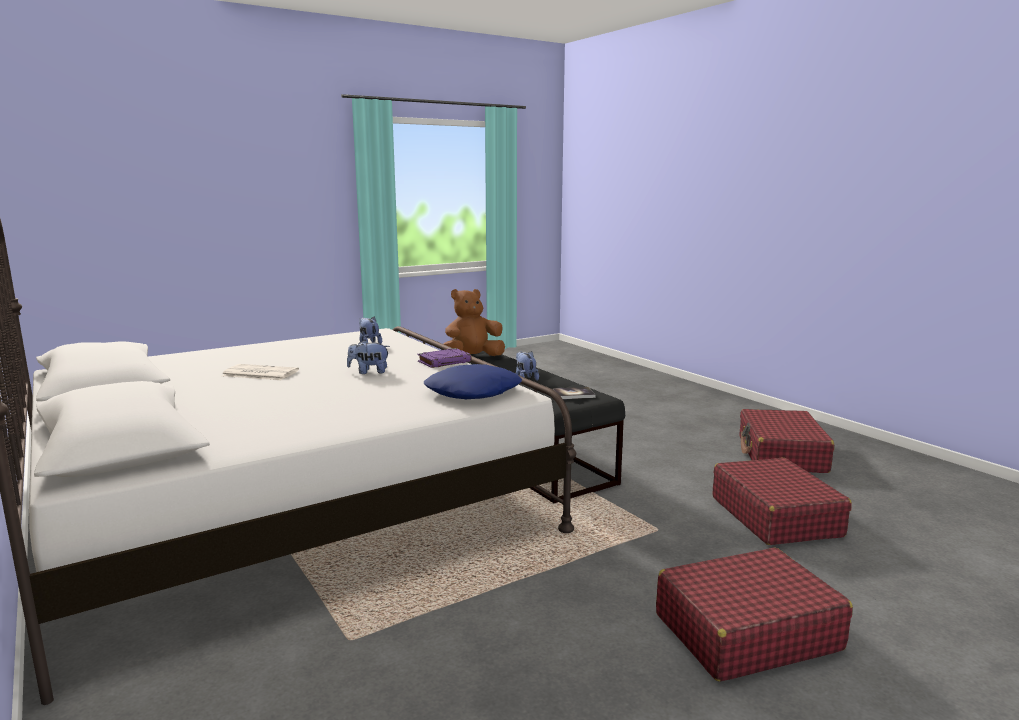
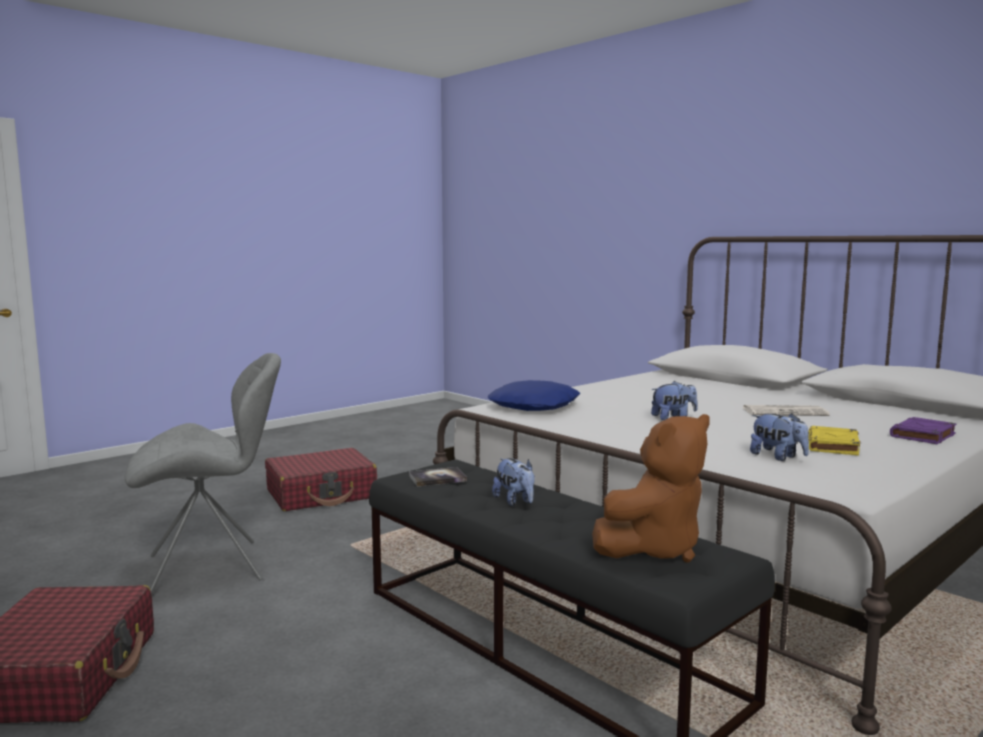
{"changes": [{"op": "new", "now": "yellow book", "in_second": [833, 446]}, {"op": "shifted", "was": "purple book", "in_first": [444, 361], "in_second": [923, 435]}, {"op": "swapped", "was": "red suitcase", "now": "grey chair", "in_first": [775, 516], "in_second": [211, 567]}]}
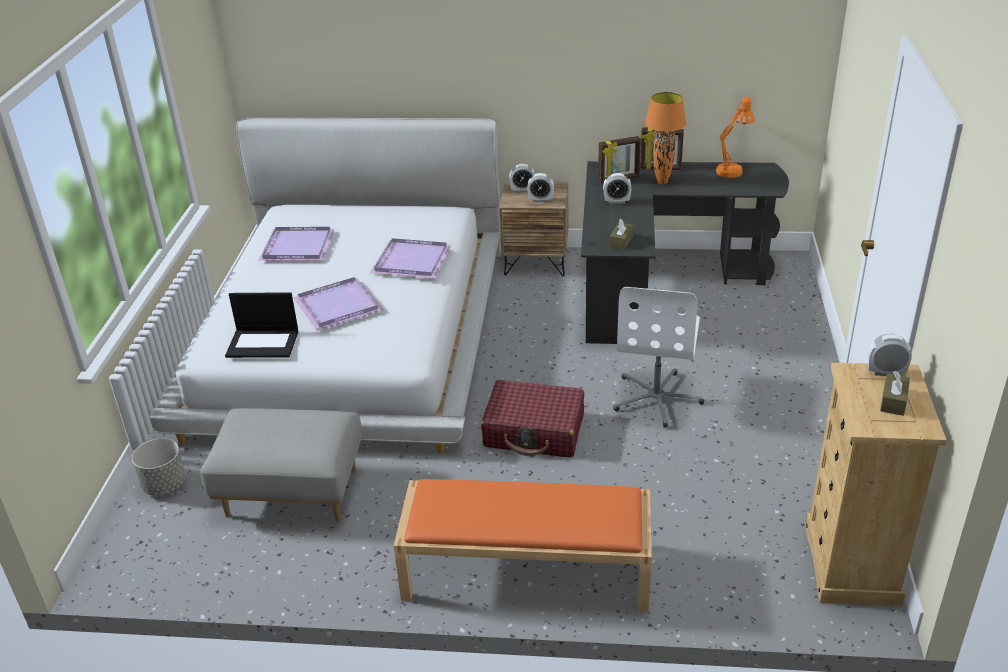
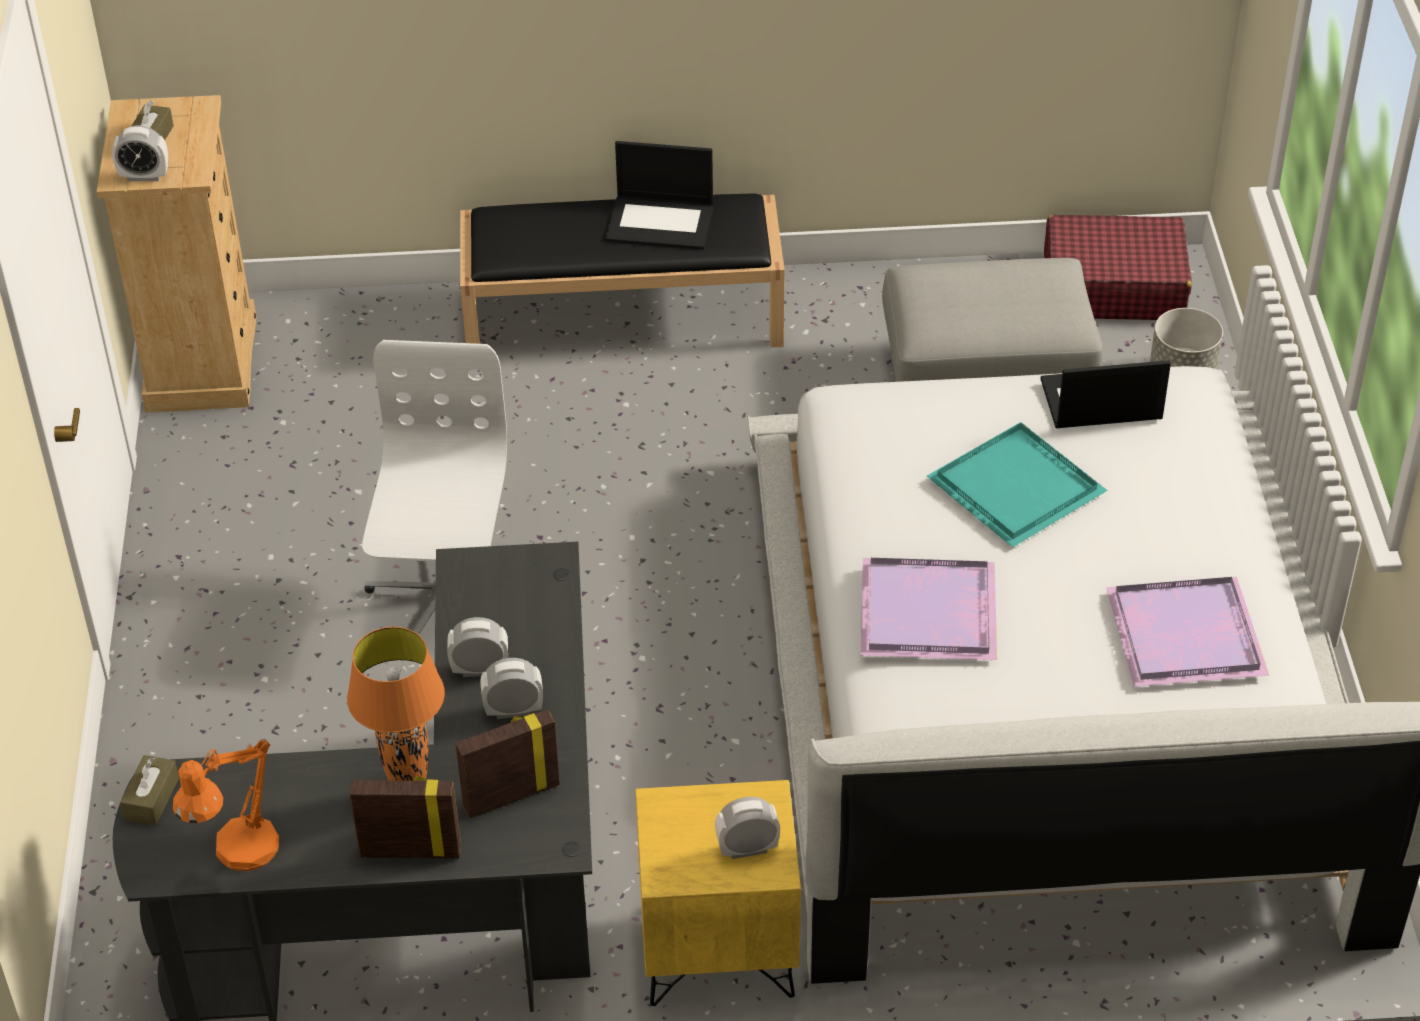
{"changes": [{"op": "new", "now": "laptop", "in_second": [661, 222]}, {"op": "shifted", "was": "red suitcase", "in_first": [534, 431], "in_second": [1113, 286]}, {"op": "shifted", "was": "alarm clock", "in_first": [540, 200], "in_second": [480, 669]}, {"op": "shifted", "was": "brown tissue box", "in_first": [621, 241], "in_second": [152, 799]}, {"op": "repainted", "was": "purple tray", "now": "turquoise tray", "in_first": [340, 306], "in_second": [1012, 487]}, {"op": "repainted", "was": "orange bench", "now": "black bench", "in_first": [525, 572], "in_second": [625, 315]}, {"op": "repainted", "was": "brown nightstand", "now": "yellow nightstand", "in_first": [536, 262], "in_second": [718, 952]}]}
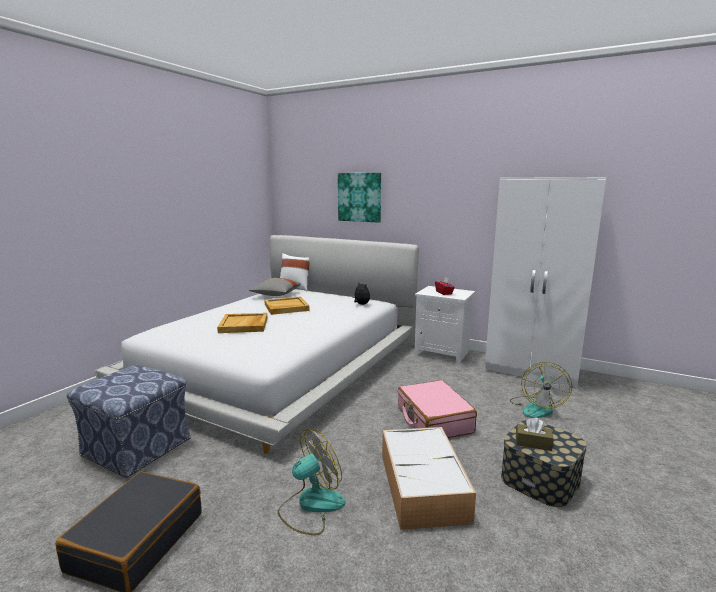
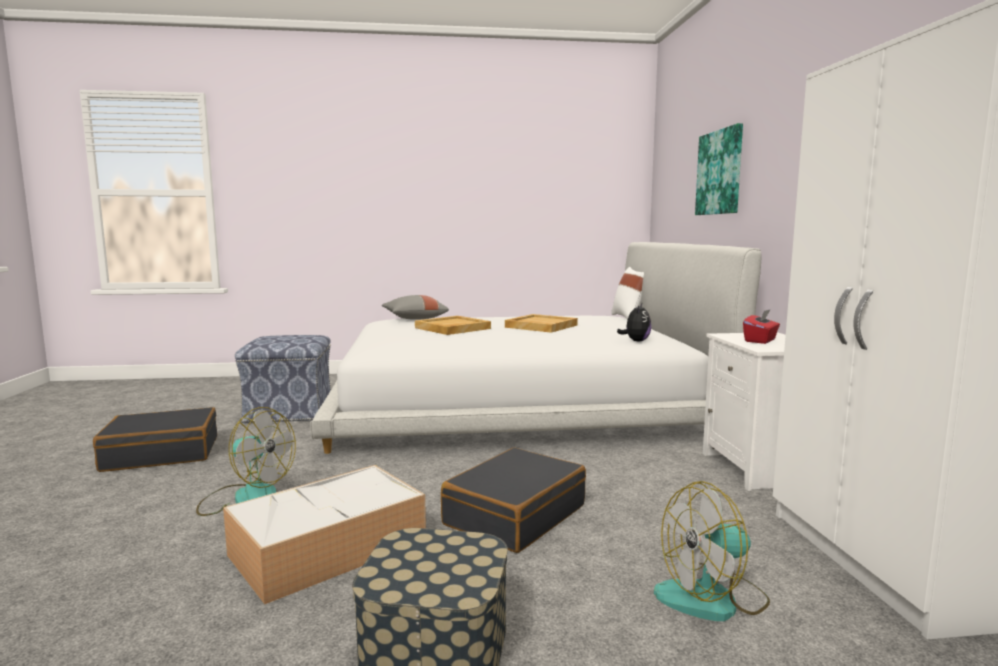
{"changes": [{"op": "gone", "was": "brown tissue box", "in_first": [533, 443]}, {"op": "shifted", "was": "grey pillow", "in_first": [275, 295], "in_second": [414, 319]}, {"op": "repainted", "was": "pink suitcase", "now": "black suitcase", "in_first": [433, 420], "in_second": [514, 515]}]}
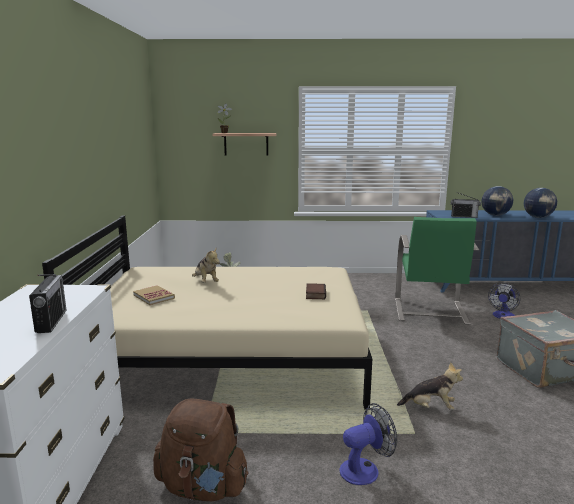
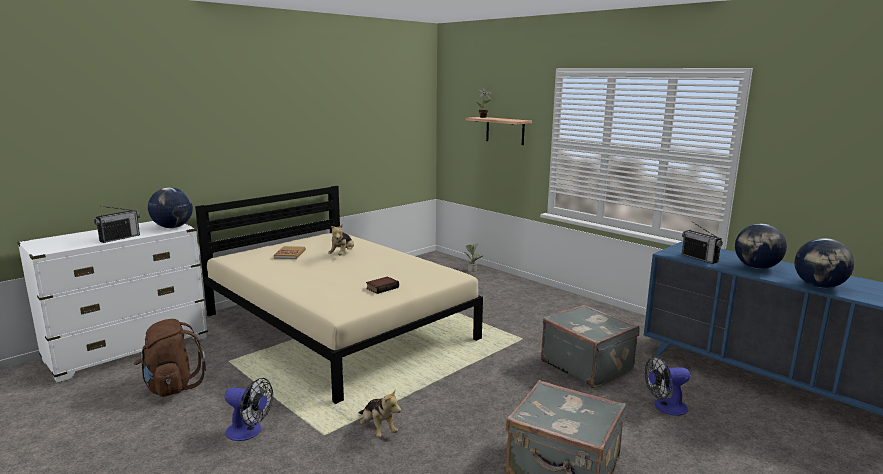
{"changes": [{"op": "new", "now": "globe", "in_second": [173, 227]}, {"op": "swapped", "was": "green armchair", "now": "grey suitcase", "in_first": [430, 311], "in_second": [587, 366]}]}
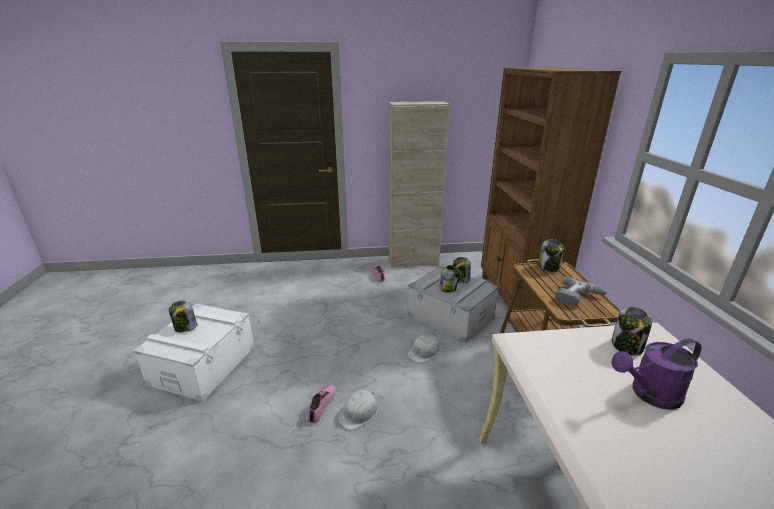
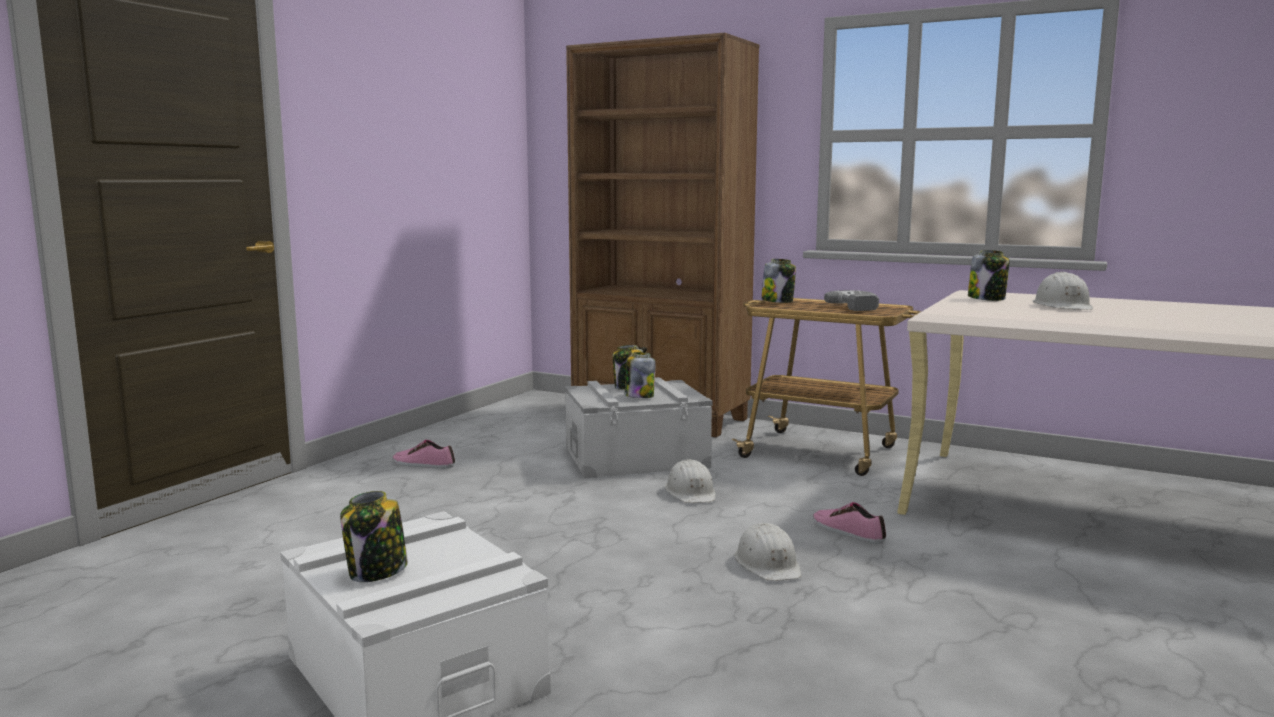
{"changes": [{"op": "gone", "was": "beige cabinet", "in_first": [413, 261]}, {"op": "shifted", "was": "shoe", "in_first": [322, 405], "in_second": [848, 531]}, {"op": "swapped", "was": "purple watering can", "now": "white hard hat", "in_first": [649, 395], "in_second": [1063, 306]}]}
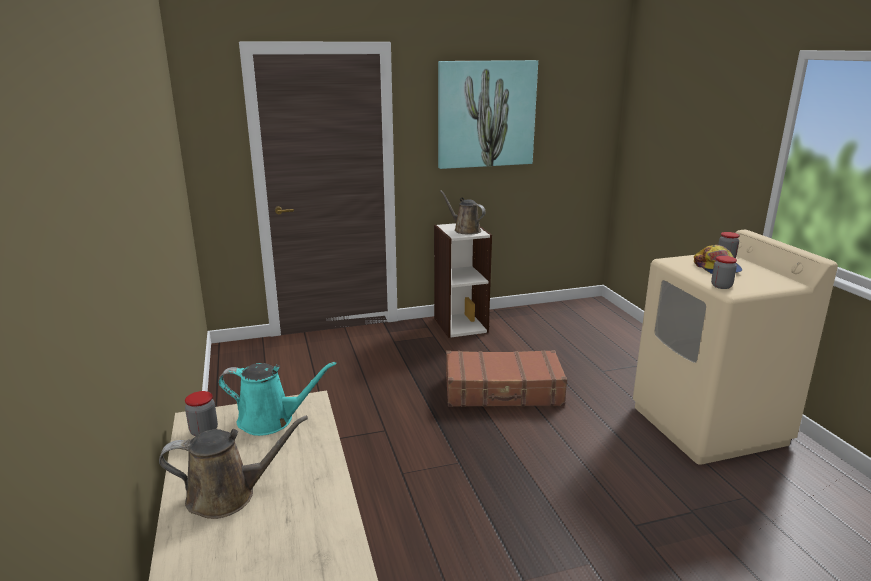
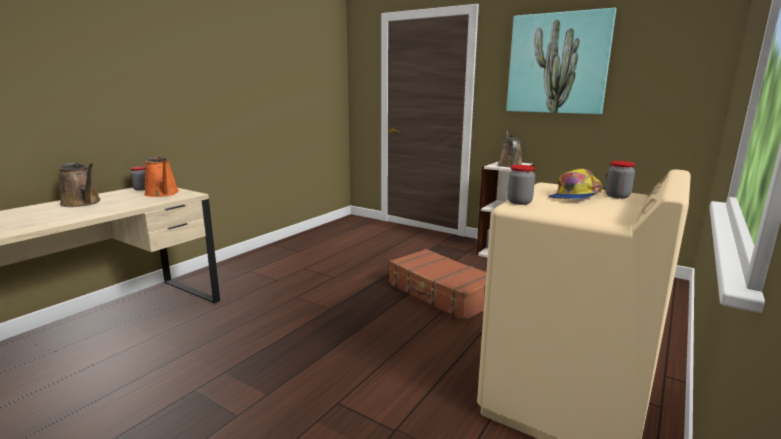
{"changes": [{"op": "repainted", "was": "turquoise watering can", "now": "orange watering can", "in_first": [271, 420], "in_second": [162, 194]}]}
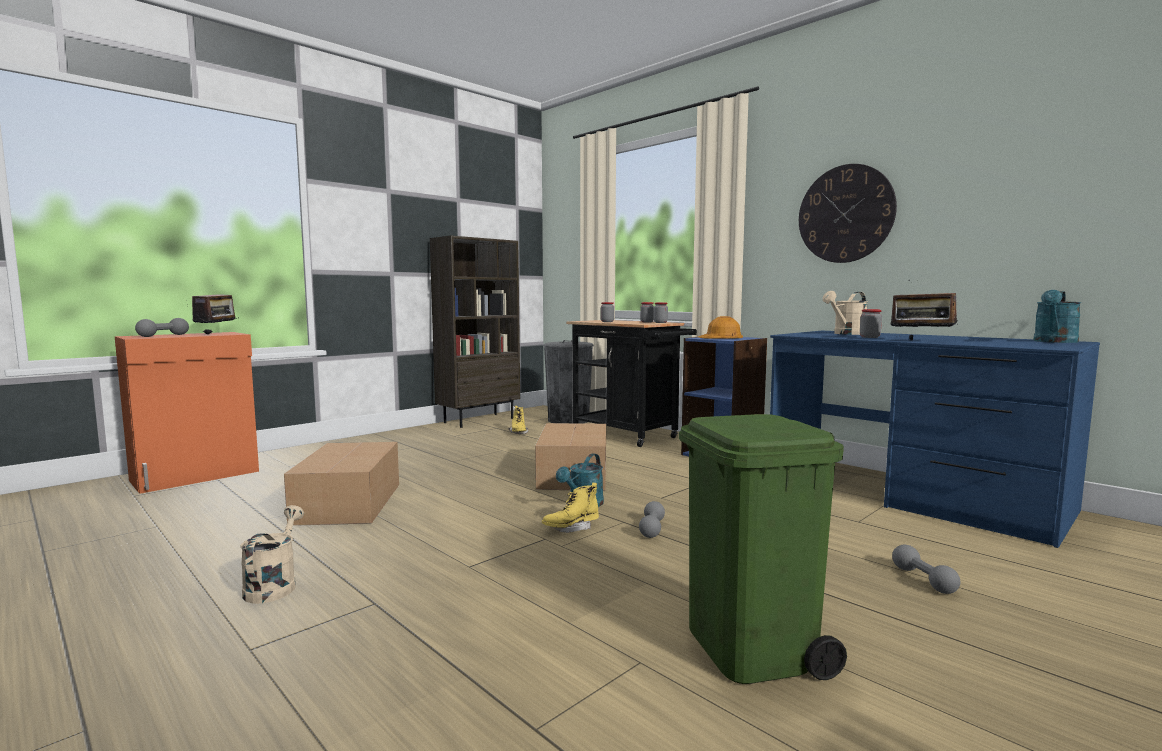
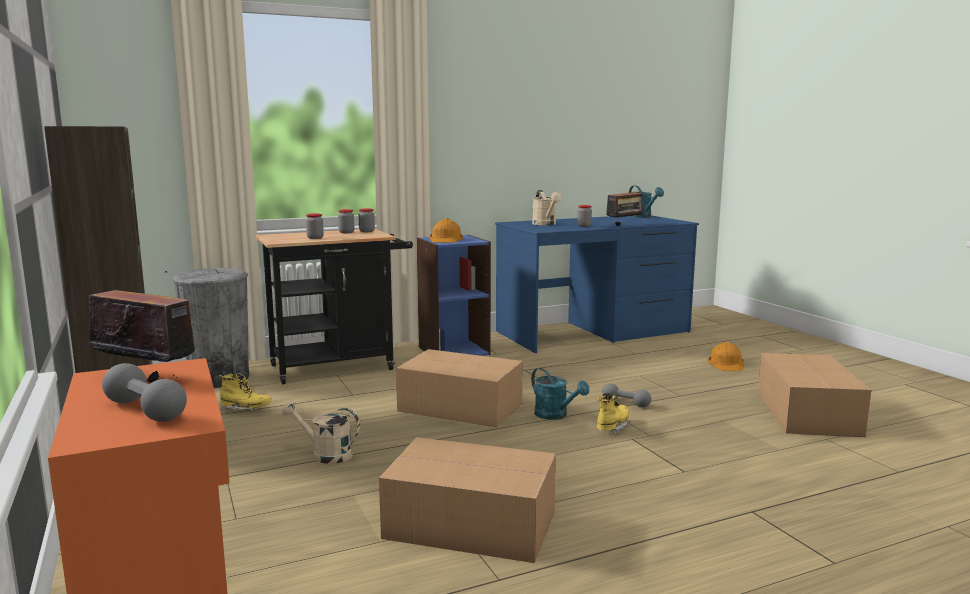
{"changes": [{"op": "gone", "was": "wall clock", "in_first": [845, 214]}, {"op": "shifted", "was": "beige watering can", "in_first": [274, 585], "in_second": [325, 454]}, {"op": "swapped", "was": "green trash can", "now": "cardboard box", "in_first": [752, 649], "in_second": [807, 413]}, {"op": "swapped", "was": "grey dumbbell", "now": "orange hard hat", "in_first": [923, 580], "in_second": [726, 363]}, {"op": "rotated", "was": "yellow boot", "in_first": [571, 528], "in_second": [612, 427], "clockwise": -135}]}
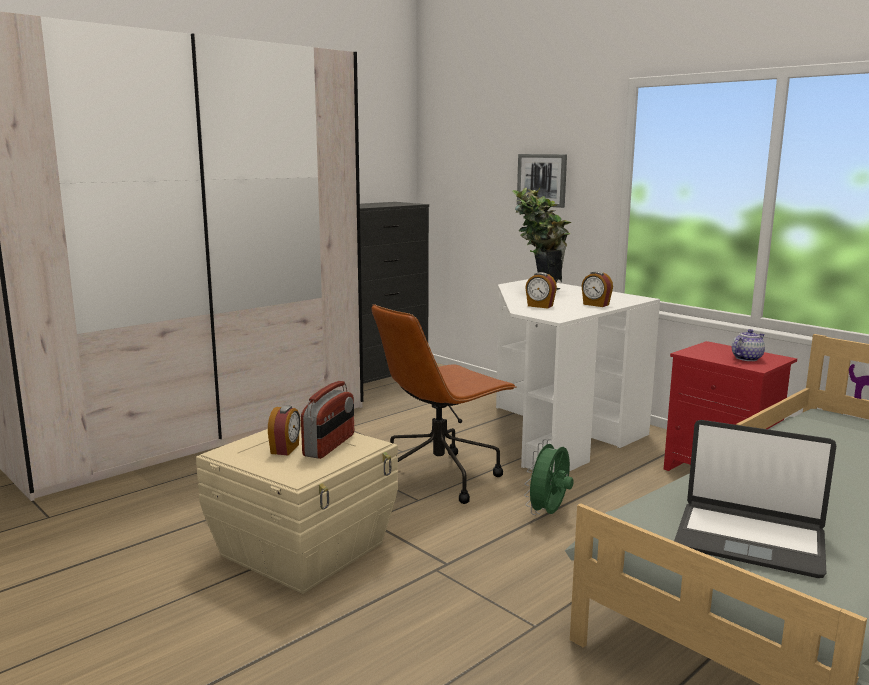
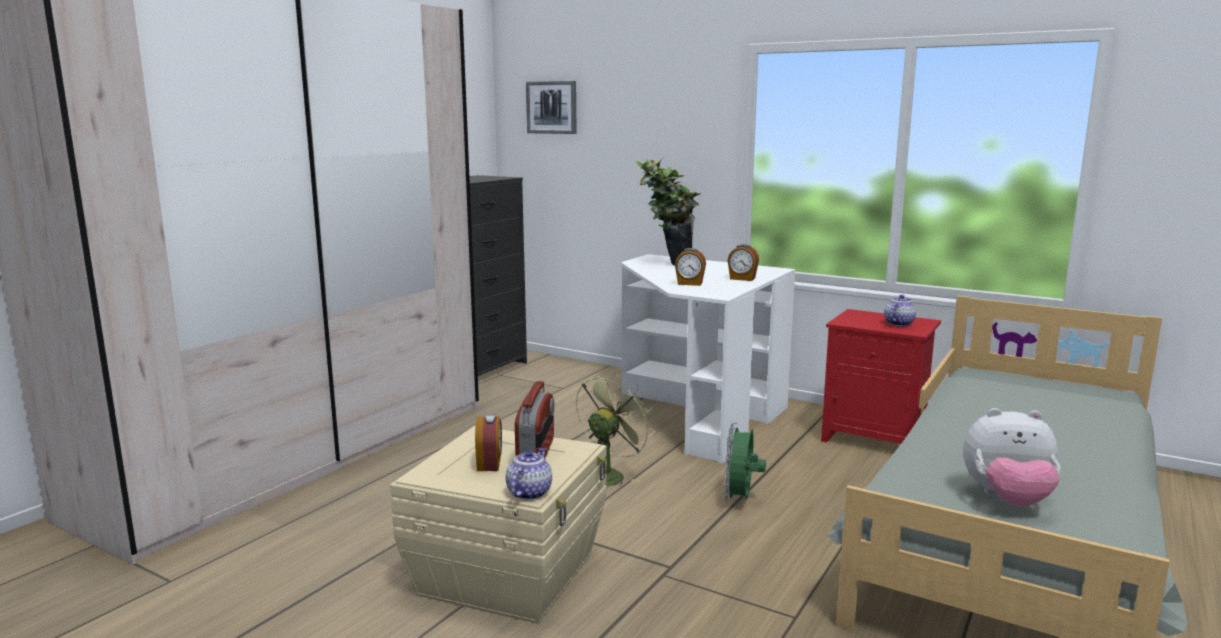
{"changes": [{"op": "new", "now": "teapot", "in_second": [529, 492]}, {"op": "shifted", "was": "picture", "in_first": [542, 180], "in_second": [552, 107]}, {"op": "swapped", "was": "brown office chair", "now": "green fan", "in_first": [440, 476], "in_second": [608, 475]}, {"op": "swapped", "was": "laptop", "now": "plush toy", "in_first": [749, 540], "in_second": [1007, 500]}]}
